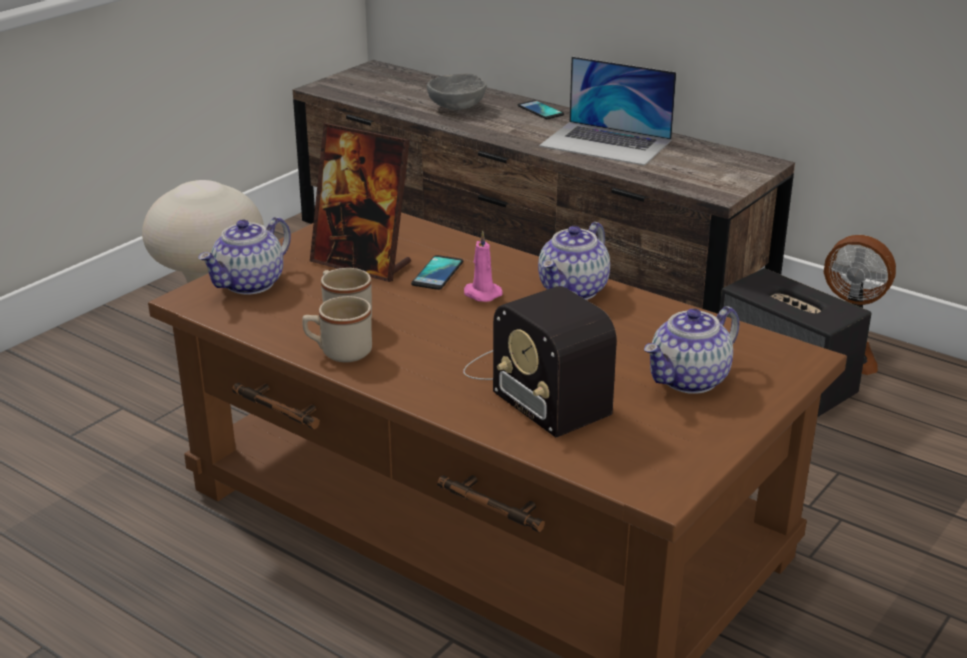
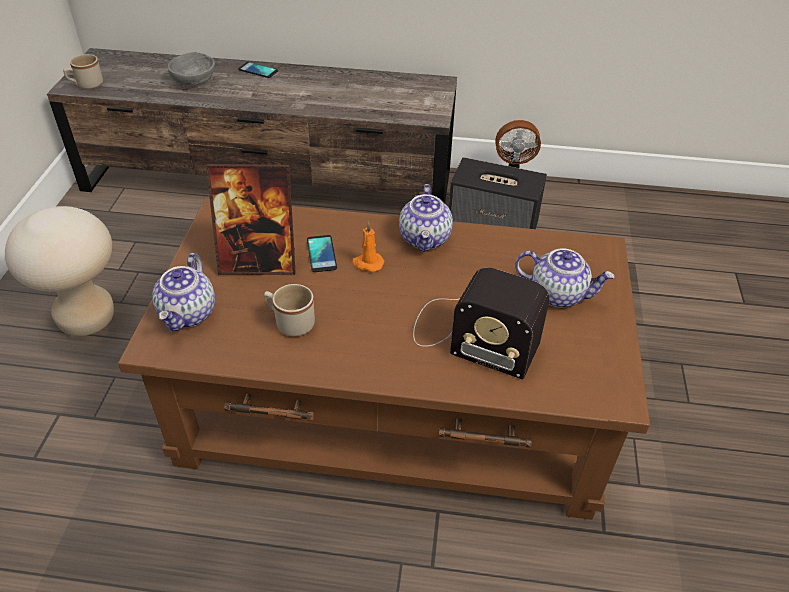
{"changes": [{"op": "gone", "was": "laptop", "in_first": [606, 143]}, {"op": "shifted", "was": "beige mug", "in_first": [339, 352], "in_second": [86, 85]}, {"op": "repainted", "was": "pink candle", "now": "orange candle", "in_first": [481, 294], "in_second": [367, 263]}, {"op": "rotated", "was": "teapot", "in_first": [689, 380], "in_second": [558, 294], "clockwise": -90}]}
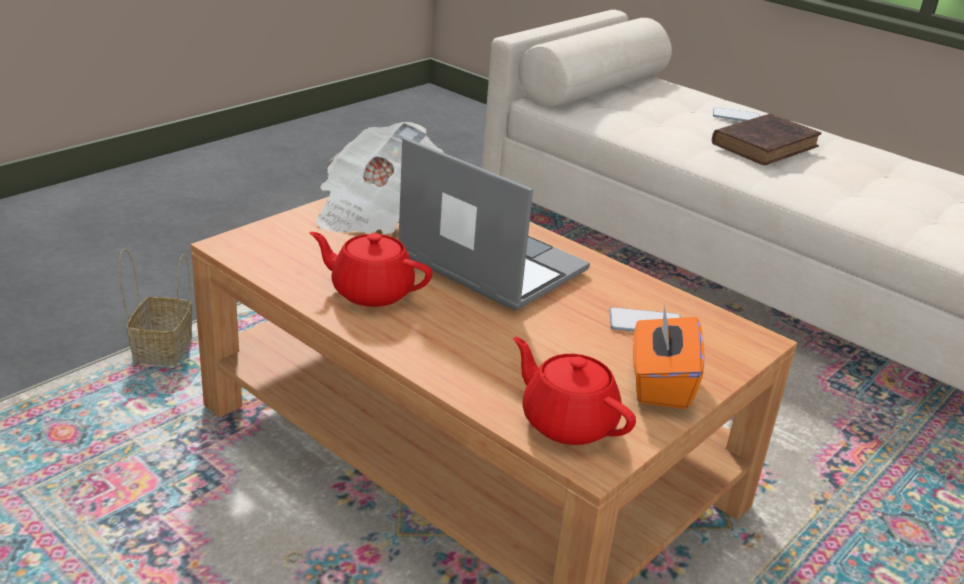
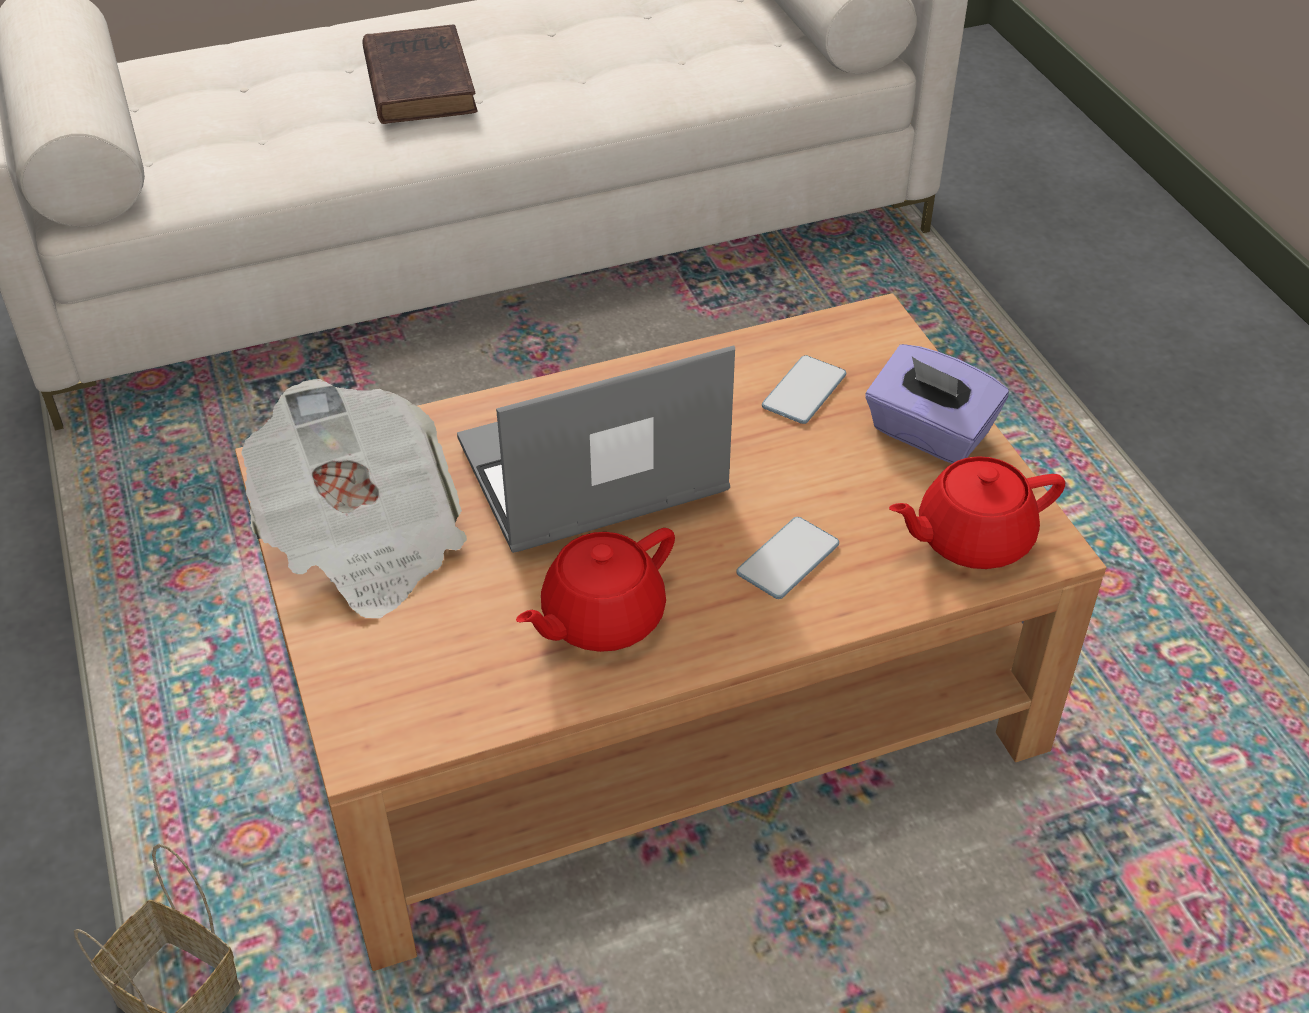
{"changes": [{"op": "shifted", "was": "phone", "in_first": [735, 116], "in_second": [788, 559]}, {"op": "repainted", "was": "orange tissue box", "now": "purple tissue box", "in_first": [660, 384], "in_second": [929, 434]}]}
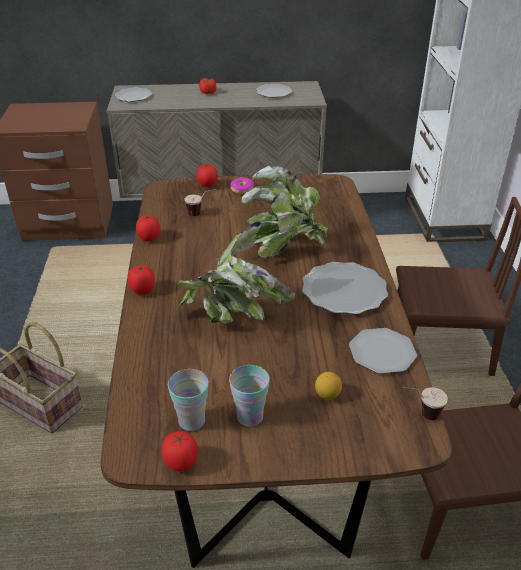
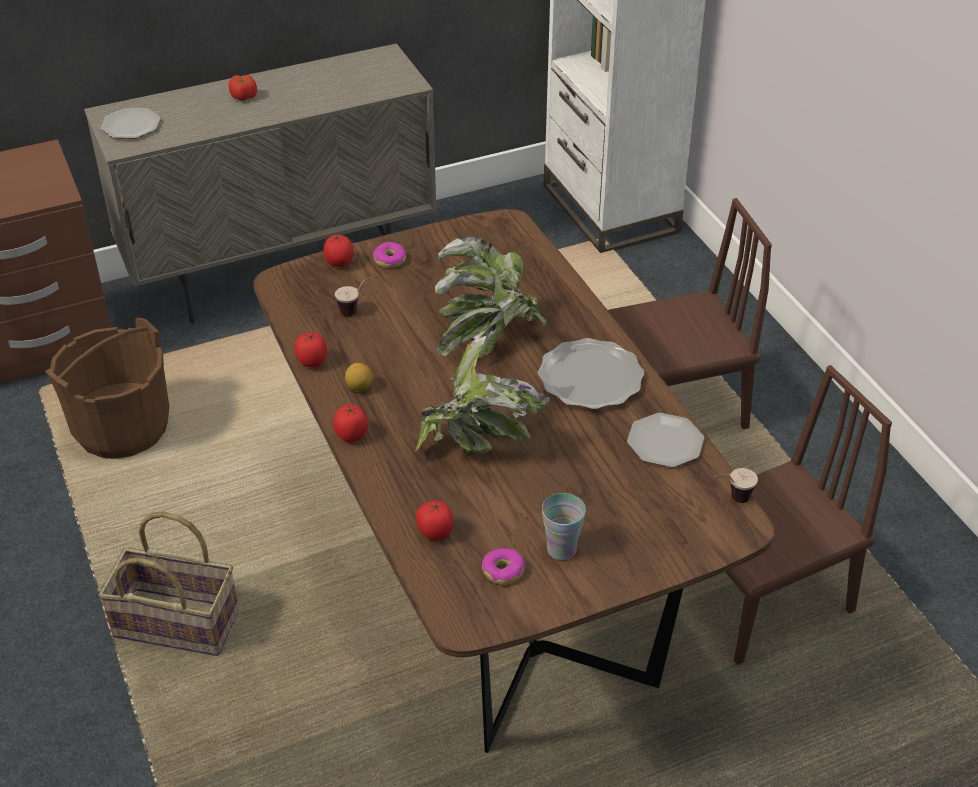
{"changes": [{"op": "gone", "was": "plate", "in_first": [273, 92]}, {"op": "new", "now": "brown bucket", "in_second": [122, 428]}, {"op": "shifted", "was": "tomato", "in_first": [181, 462], "in_second": [435, 533]}, {"op": "shifted", "was": "lemon", "in_first": [327, 395], "in_second": [359, 387]}, {"op": "swapped", "was": "cup", "now": "donut", "in_first": [191, 421], "in_second": [503, 571]}]}
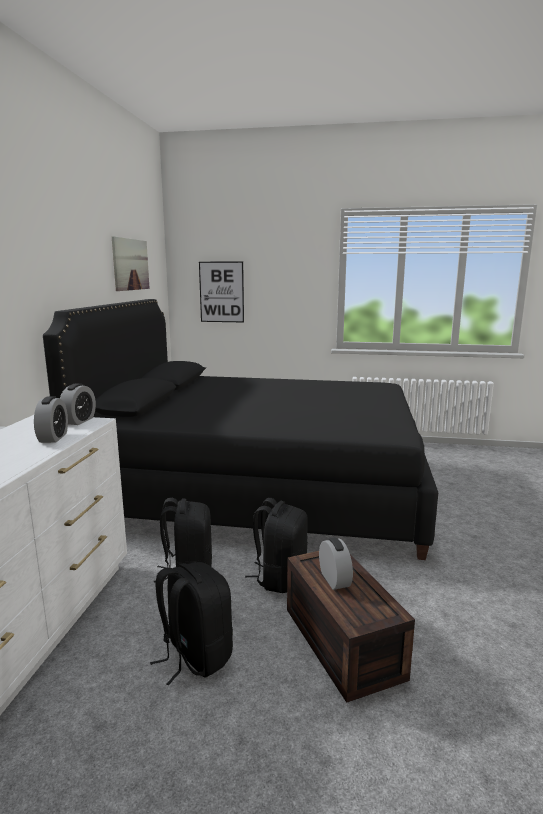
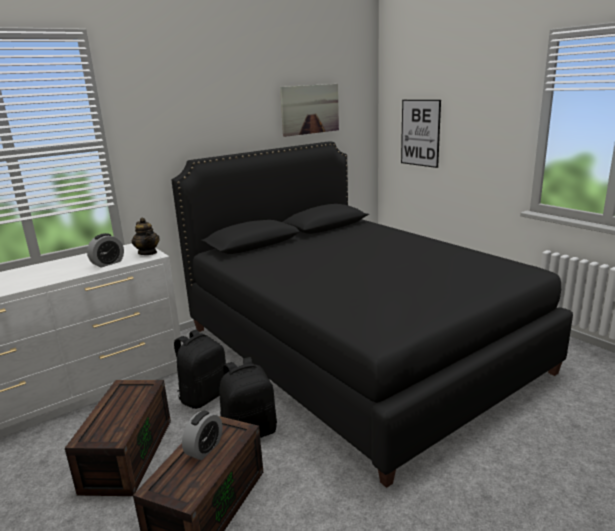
{"changes": [{"op": "swapped", "was": "alarm clock", "now": "teapot", "in_first": [79, 421], "in_second": [148, 253]}, {"op": "swapped", "was": "black backpack", "now": "brown storage box", "in_first": [195, 656], "in_second": [127, 453]}]}
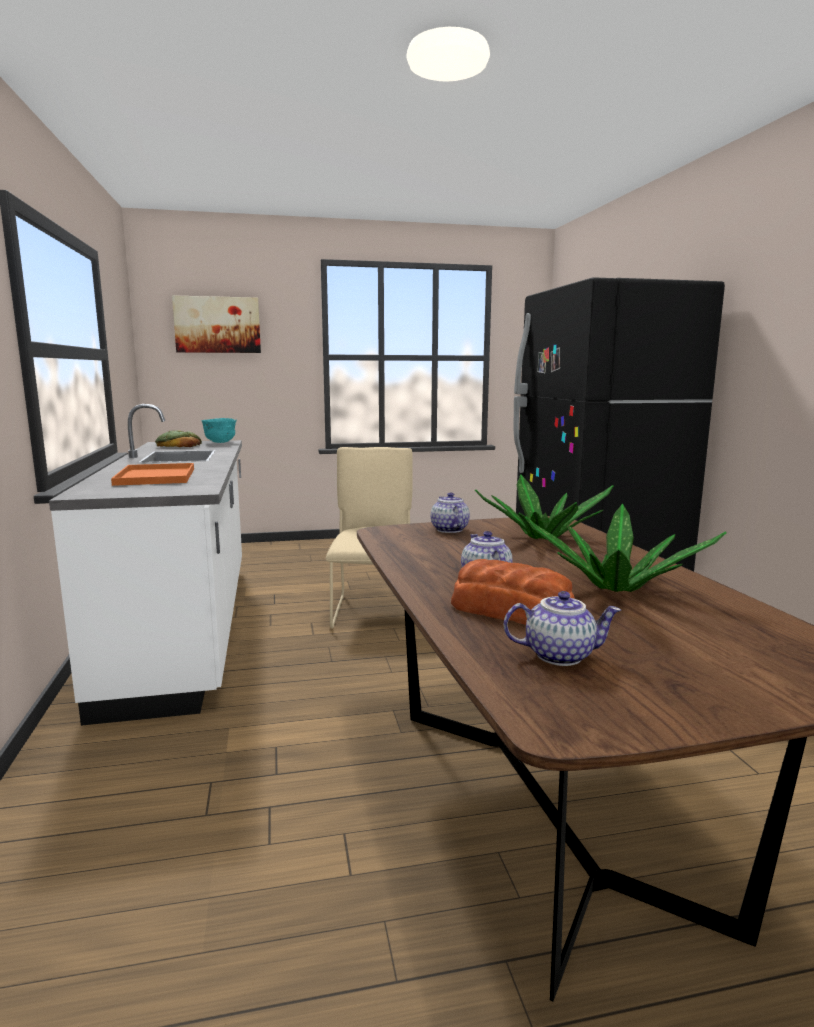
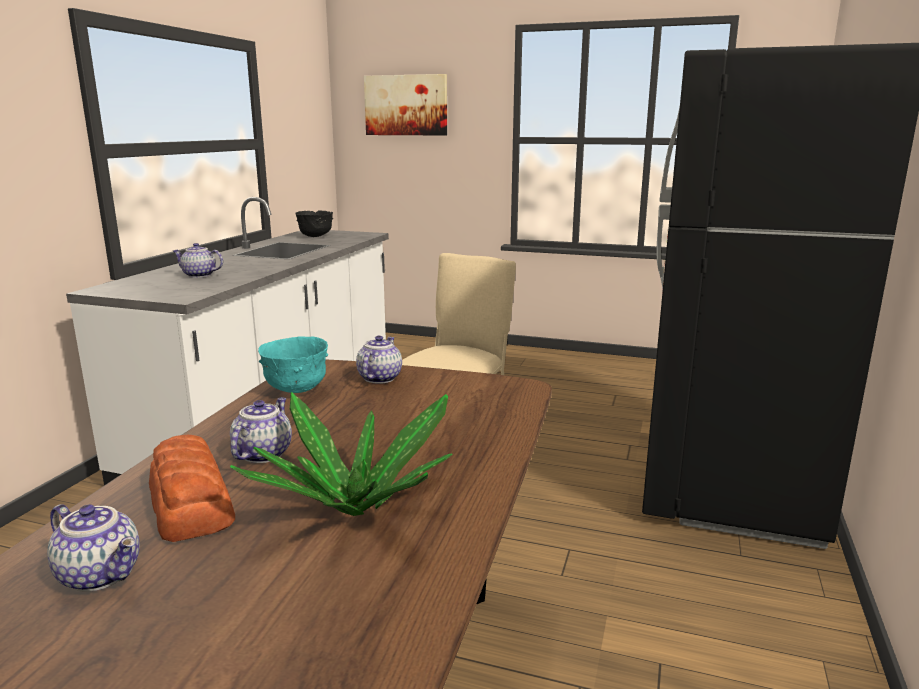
{"changes": [{"op": "gone", "was": "potted plant", "in_first": [542, 538]}, {"op": "shifted", "was": "turquoise bowl", "in_first": [220, 442], "in_second": [296, 390]}, {"op": "swapped", "was": "orange tray", "now": "teapot", "in_first": [157, 477], "in_second": [198, 275]}, {"op": "swapped", "was": "bread", "now": "black bowl", "in_first": [179, 446], "in_second": [315, 236]}]}
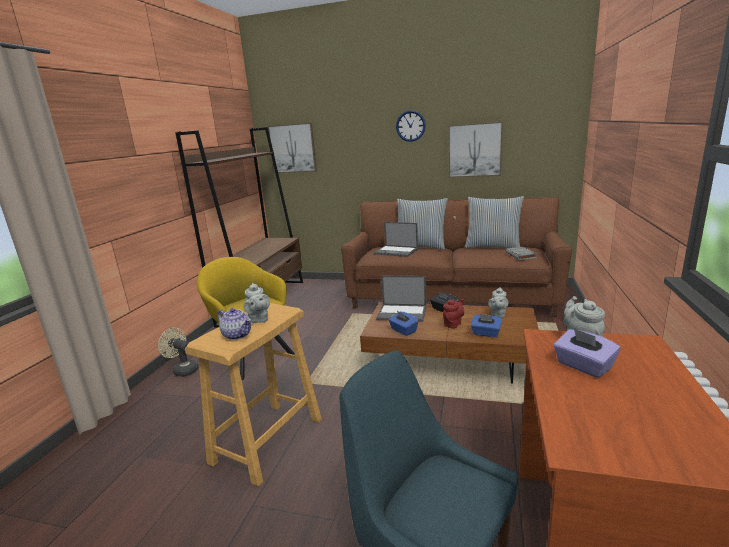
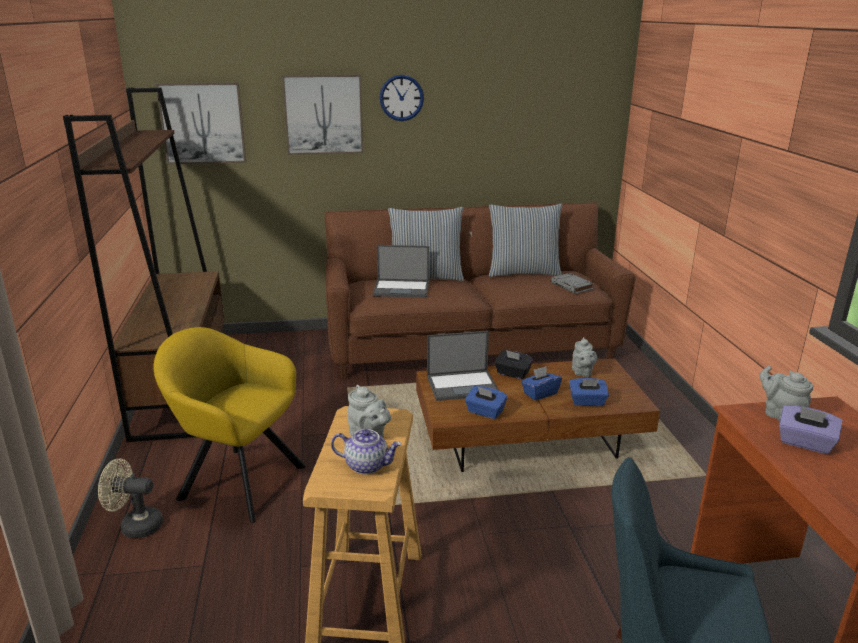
{"changes": [{"op": "shifted", "was": "picture", "in_first": [474, 150], "in_second": [323, 114]}, {"op": "swapped", "was": "red teapot", "now": "blue tissue box", "in_first": [453, 324], "in_second": [540, 393]}]}
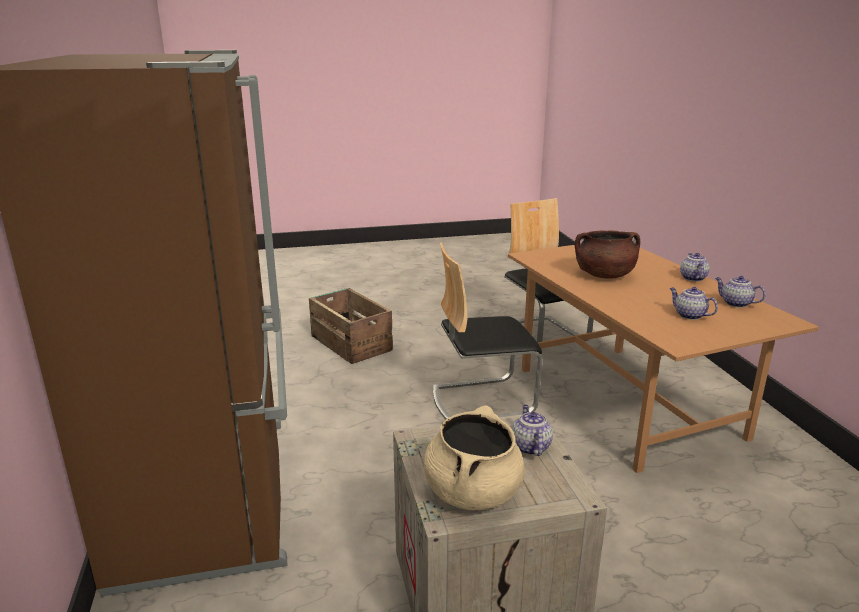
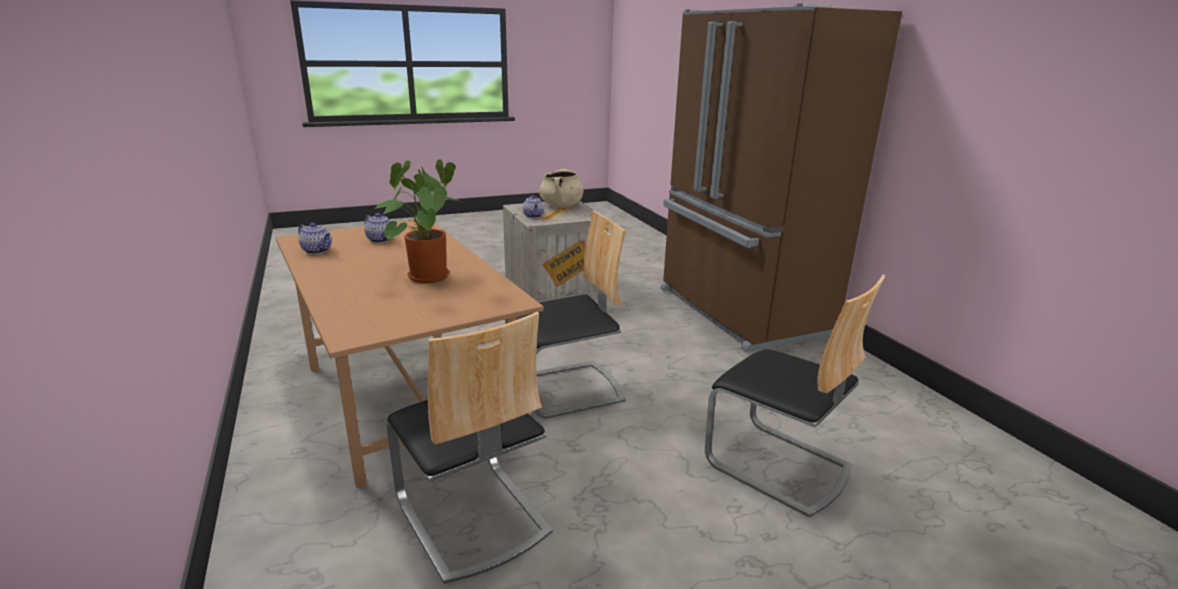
{"changes": [{"op": "gone", "was": "teapot", "in_first": [692, 278]}, {"op": "swapped", "was": "crate", "now": "chair", "in_first": [351, 343], "in_second": [777, 465]}, {"op": "swapped", "was": "brown cooking pot", "now": "potted plant", "in_first": [604, 275], "in_second": [426, 275]}]}
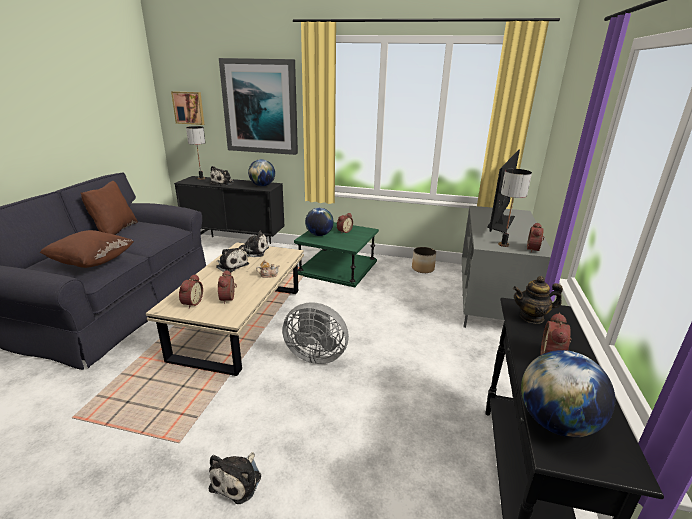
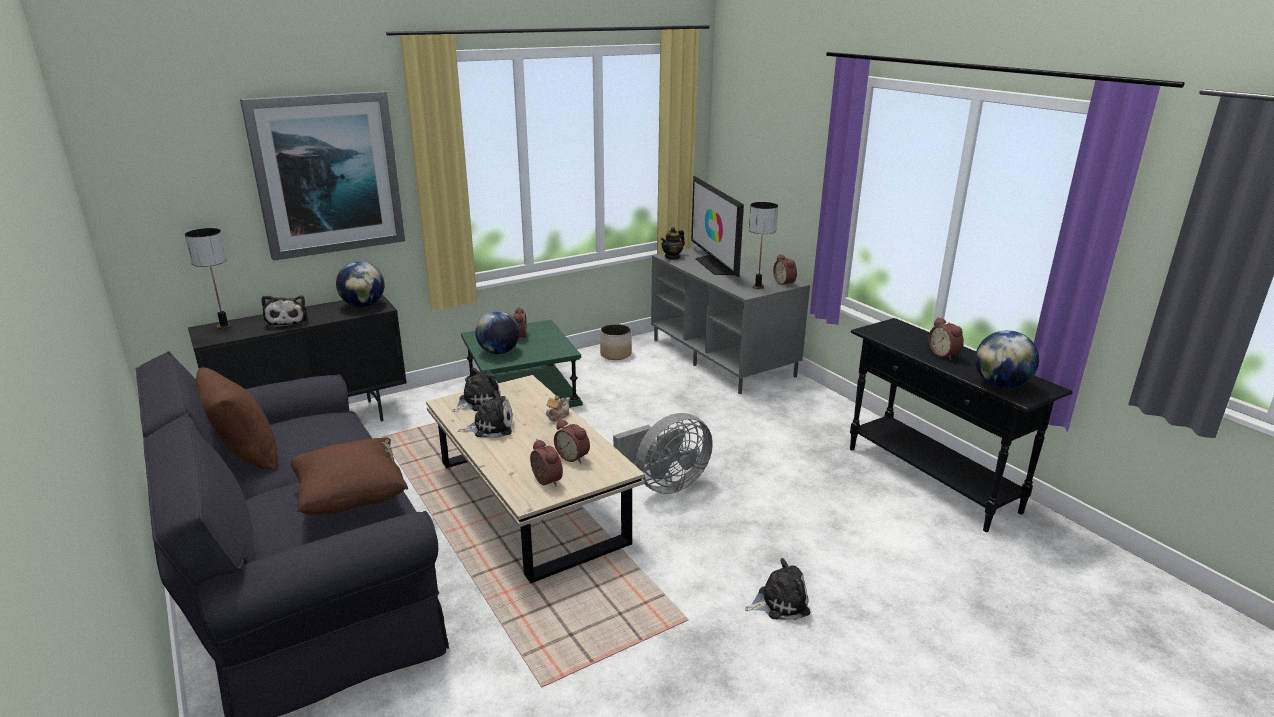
{"changes": [{"op": "gone", "was": "picture", "in_first": [189, 108]}, {"op": "shifted", "was": "teapot", "in_first": [531, 317], "in_second": [672, 257]}, {"op": "rotated", "was": "plush toy", "in_first": [238, 480], "in_second": [779, 602], "clockwise": -75}]}
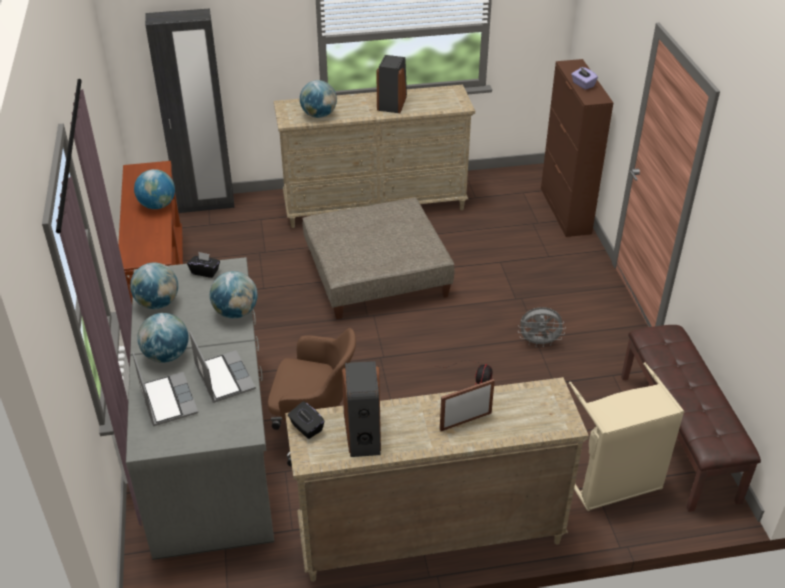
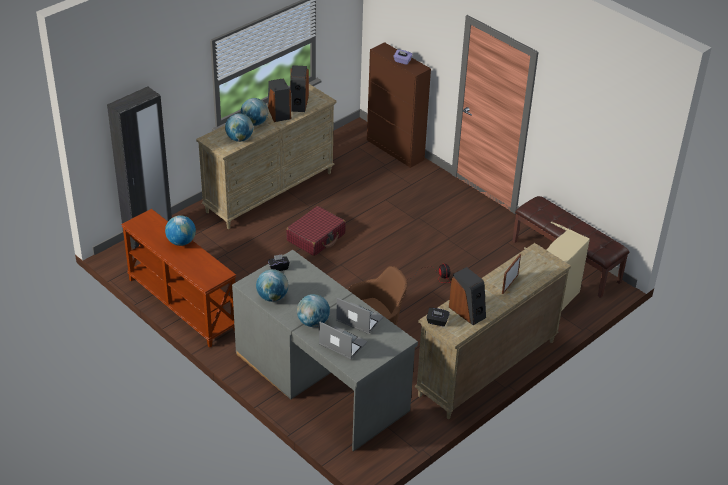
{"changes": [{"op": "gone", "was": "grey fan", "in_first": [539, 342]}, {"op": "new", "now": "speaker", "in_second": [298, 103]}, {"op": "shifted", "was": "globe", "in_first": [236, 312], "in_second": [255, 123]}, {"op": "swapped", "was": "beige ottoman", "now": "red suitcase", "in_first": [376, 273], "in_second": [316, 237]}]}
